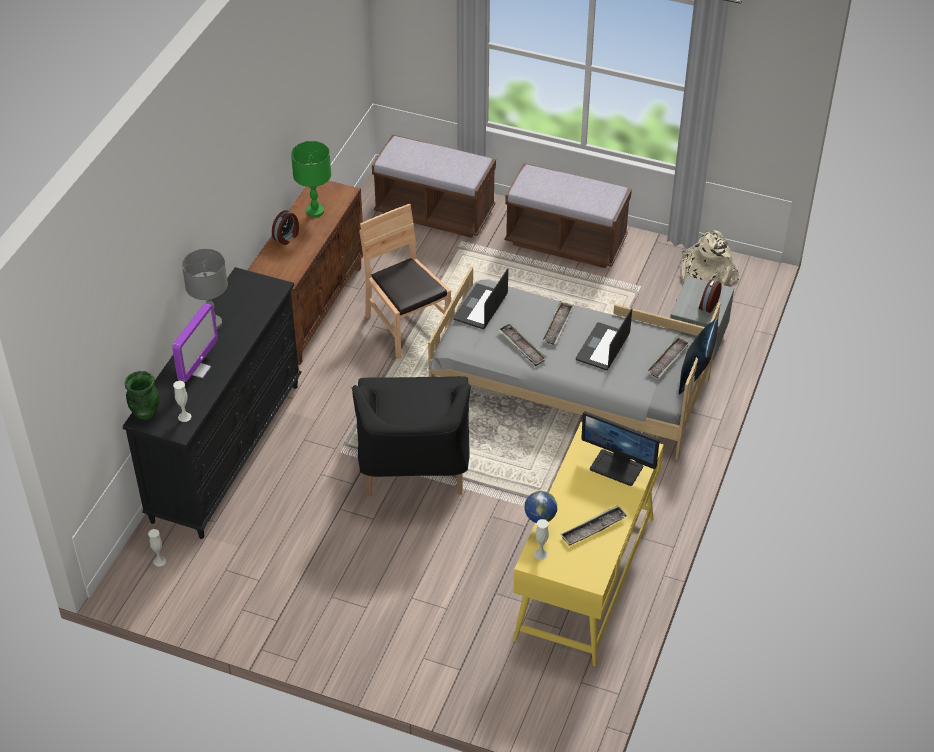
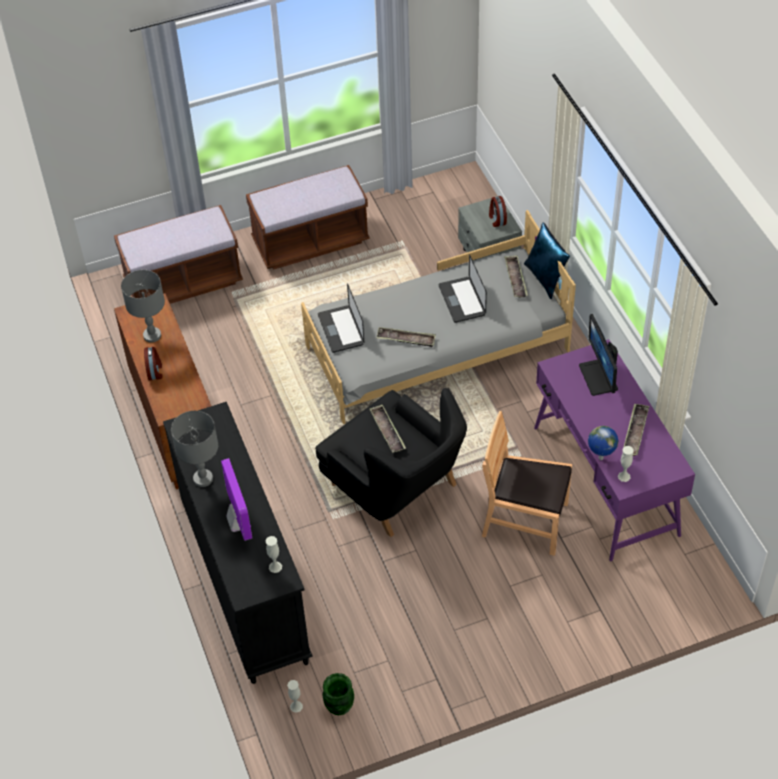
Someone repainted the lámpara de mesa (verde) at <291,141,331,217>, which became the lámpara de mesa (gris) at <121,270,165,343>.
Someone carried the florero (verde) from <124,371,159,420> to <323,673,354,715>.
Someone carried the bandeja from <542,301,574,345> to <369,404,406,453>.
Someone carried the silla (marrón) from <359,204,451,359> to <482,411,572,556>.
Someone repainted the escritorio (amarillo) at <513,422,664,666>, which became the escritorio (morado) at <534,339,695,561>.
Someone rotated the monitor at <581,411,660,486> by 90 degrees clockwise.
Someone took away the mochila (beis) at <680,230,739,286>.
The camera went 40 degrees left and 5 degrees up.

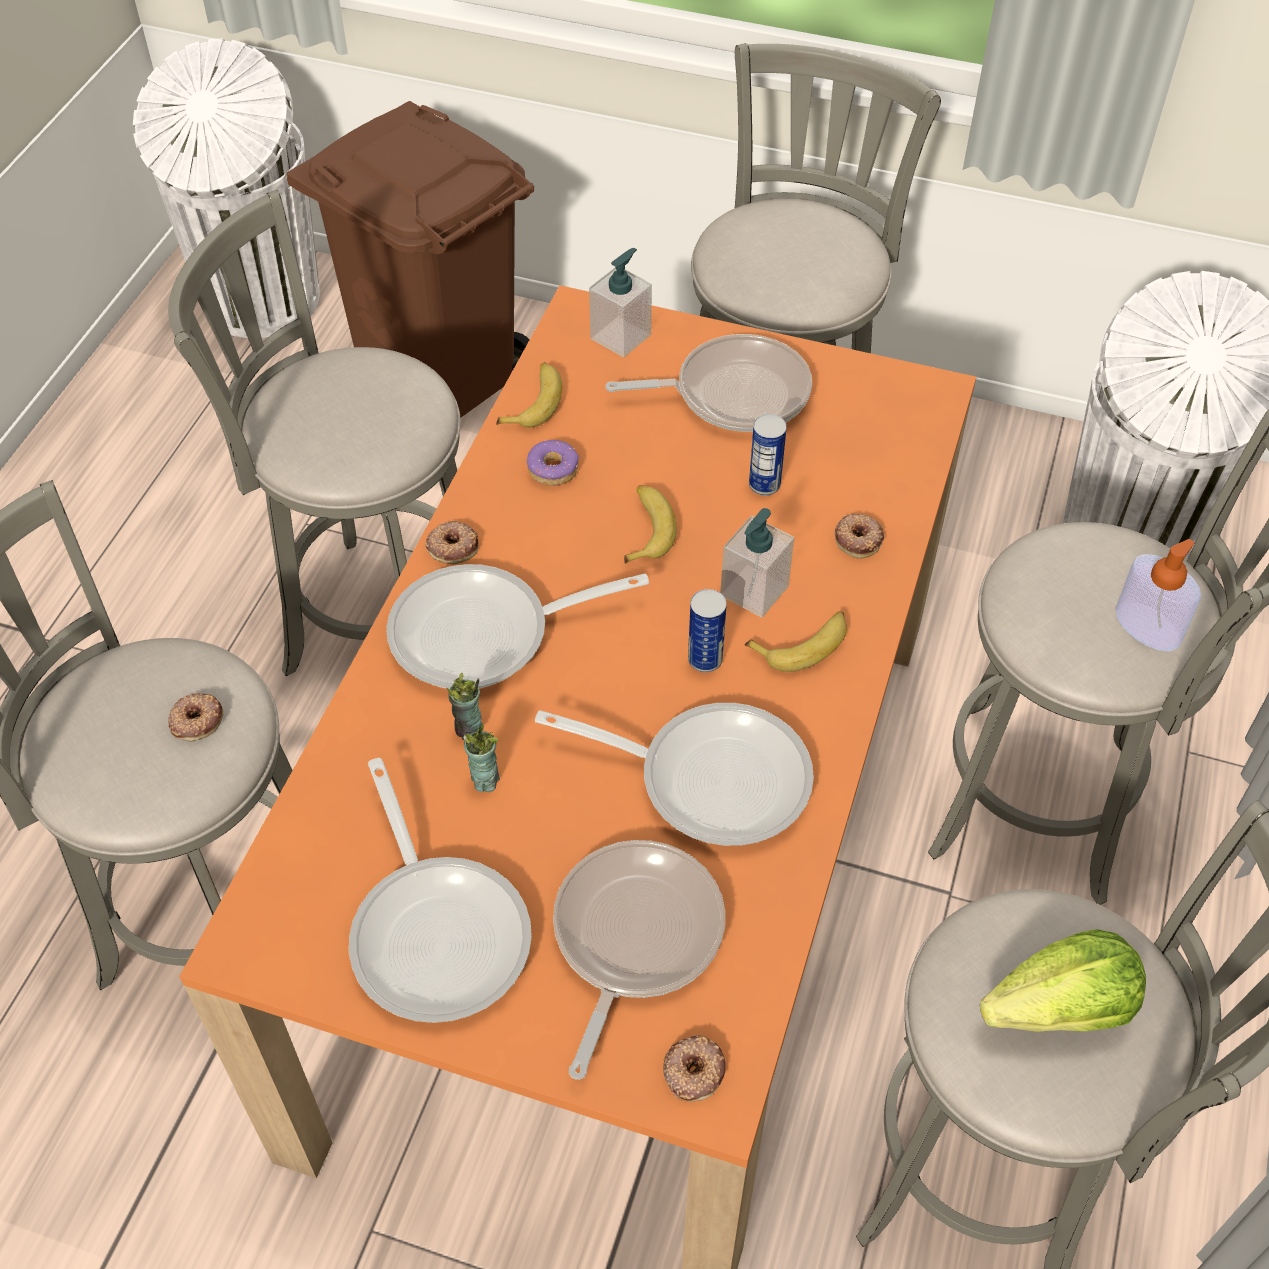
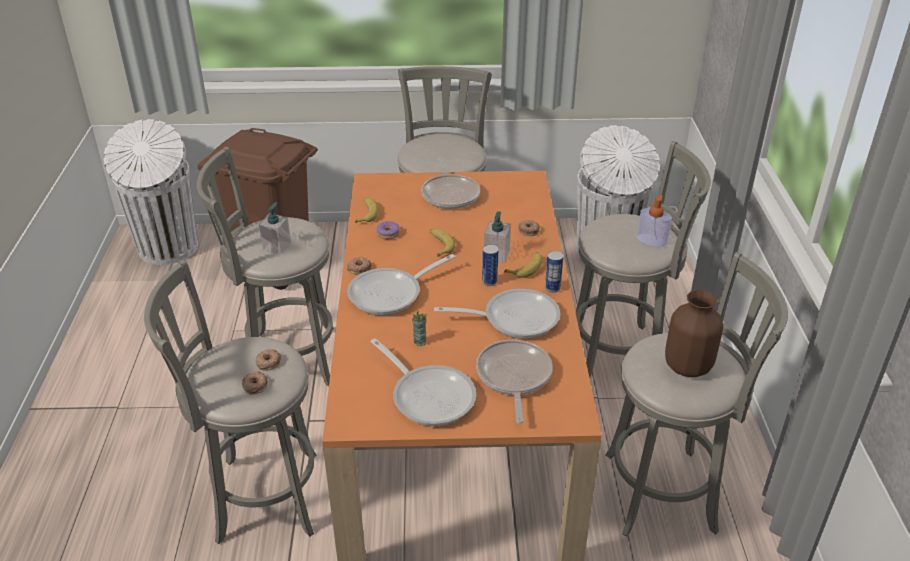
Someone carried the rosquilla from <663,1035,726,1102> to <242,371,268,394>.
Someone carried the dispensador de jabón from <589,248,652,357> to <259,202,291,254>.
Someone rotated the sartén at <605,334,812,432> by 105 degrees clockwise.
Someone carried the lata from <749,414,787,496> to <545,251,563,293>.
Someone swapped the lechuga at <980,929,1146,1032> for the florero (marrón) at <665,290,723,377>.
Someone took away the taza at <447,673,483,740>.
The camera went 20 degrees left and 15 degrees down.

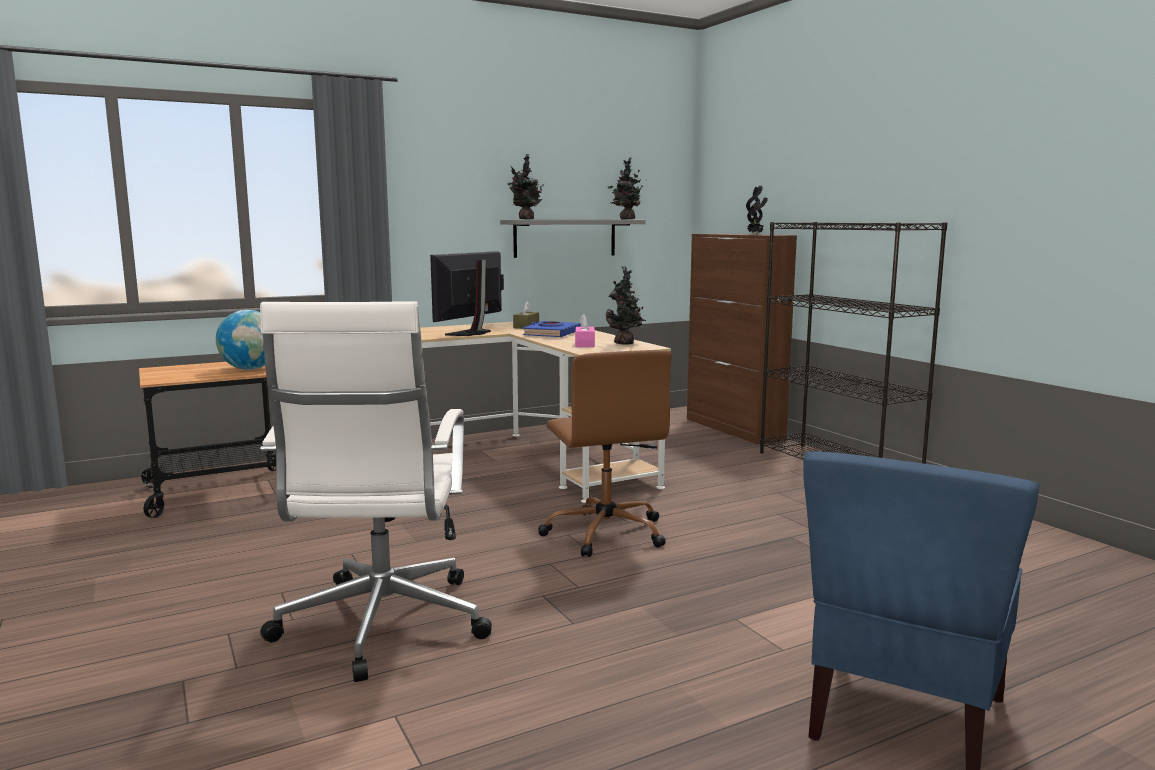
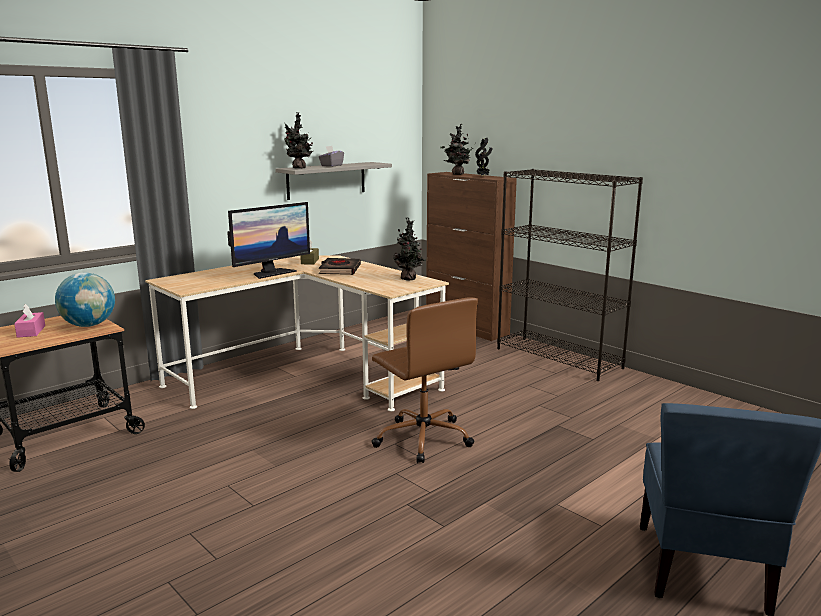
Someone carried the caja de pañuelos (rosa) from <575,314,595,347> to <14,304,45,338>.
Someone rotated the monitor at <430,251,504,336> by 150 degrees counterclockwise.
Someone put down the caja de pañuelos (gris) at <318,146,344,167>.
Someone repainted the libro (azul) at <523,321,581,337>, which became the libro (negro) at <319,258,361,275>.
Someone carried the planta en maceta from <608,158,647,220> to <440,124,473,175>.
Someone took away the silla de oficina (blanco) at <260,301,492,682>.
The camera went 15 degrees left and 5 degrees up.

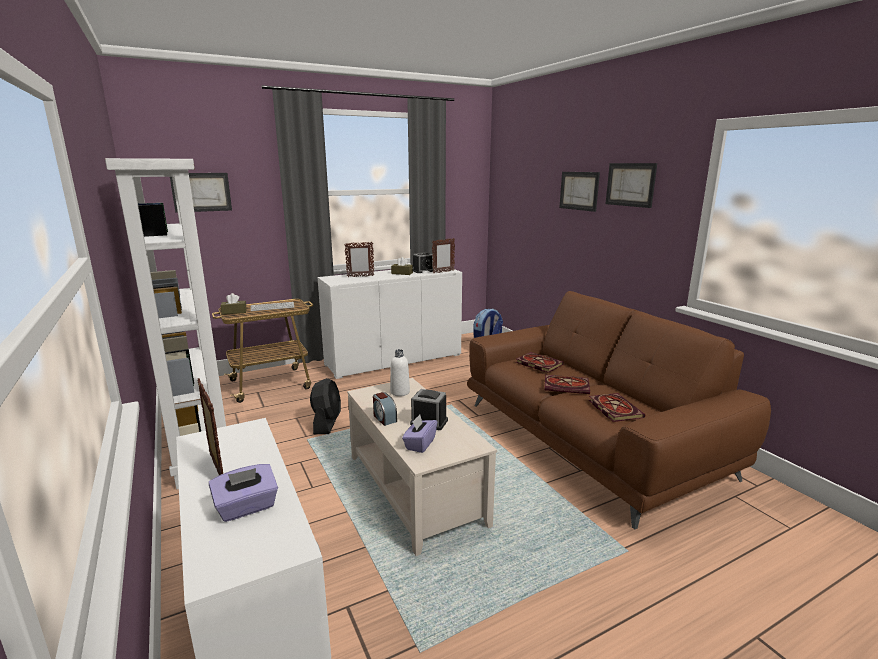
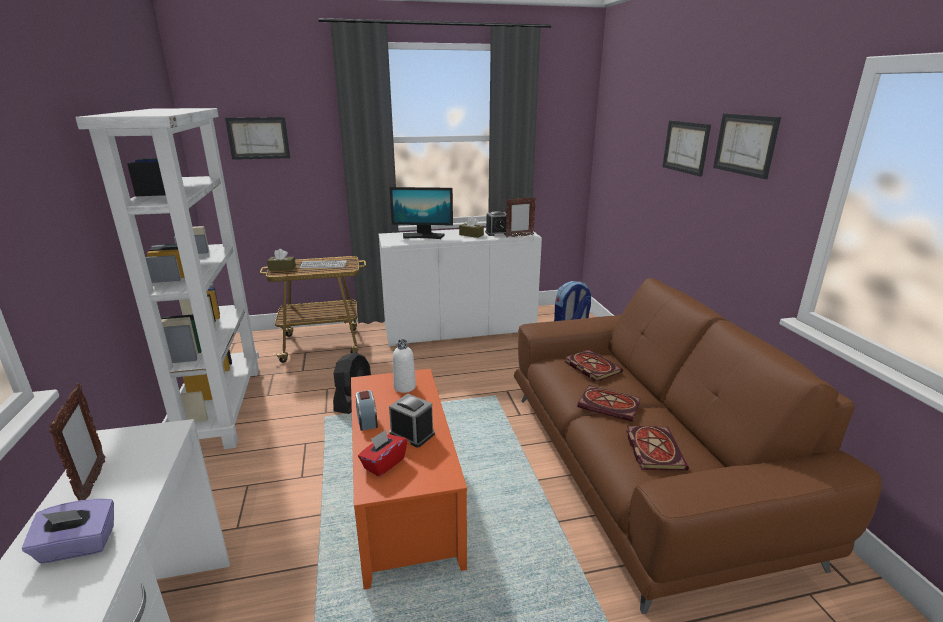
Someone repainted the mesa de centro (beis) at <347,378,497,556>, which became the mesa de centro (naranja) at <351,369,467,590>.
Someone repainted the caja de pañuelos (morado) at <402,415,437,453>, which became the caja de pañuelos (rojo) at <358,430,407,477>.
Someone swapped the portarretratos at <344,242,374,277> for the monitor at <390,187,453,239>.
The camera went 15 degrees right and 5 degrees up.

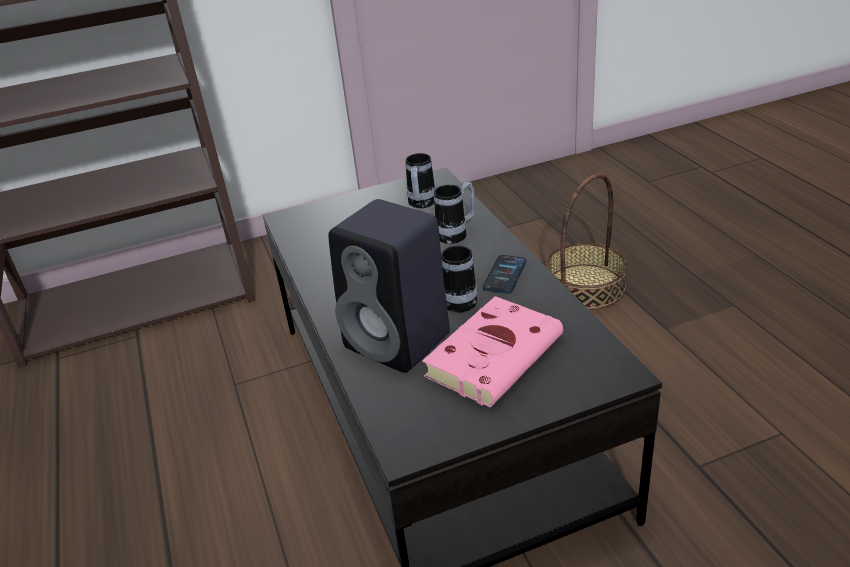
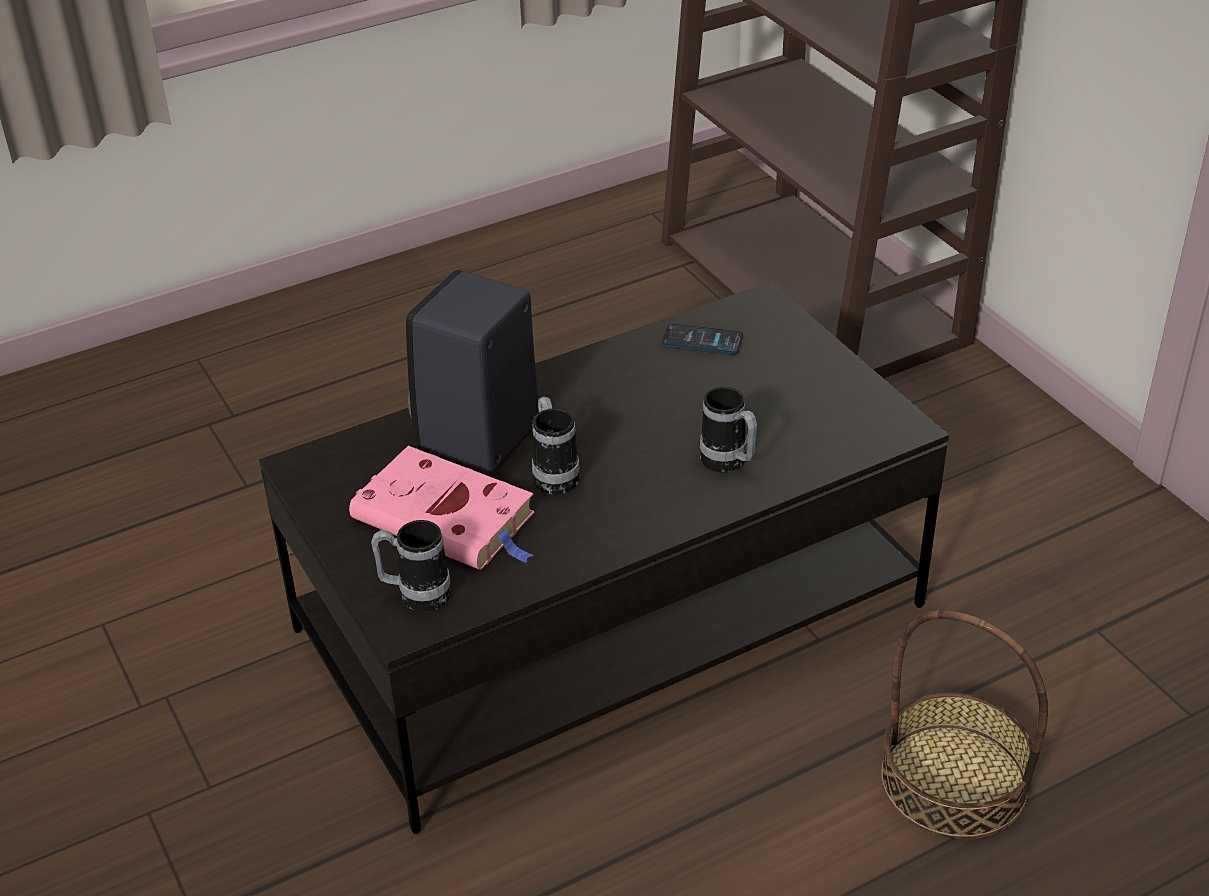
Someone carried the taza grande from <405,153,436,208> to <371,520,451,612>.
Someone carried the móvil from <483,255,526,294> to <662,324,743,355>.
The camera went 80 degrees right and 5 degrees up.

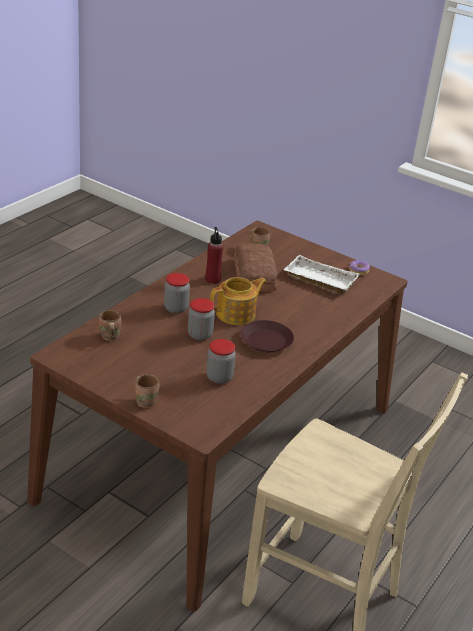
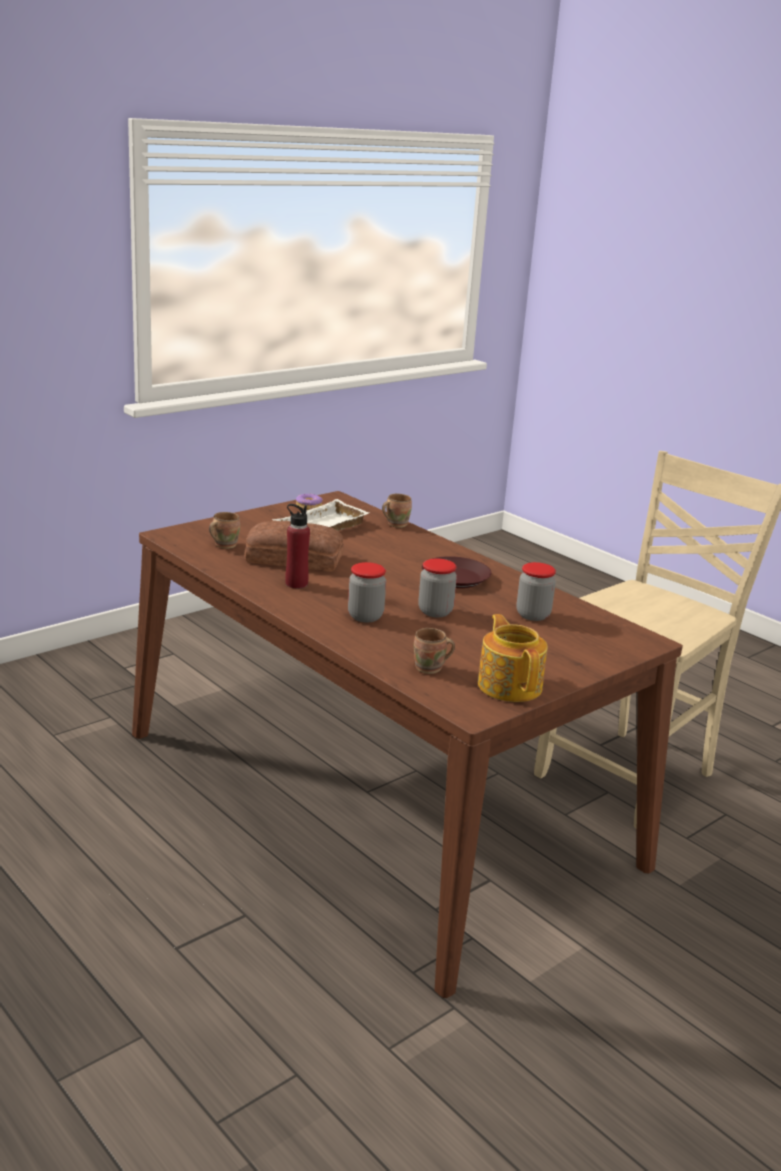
Someone carried the taza grande (marrón) from <135,374,159,408> to <382,494,412,528>.
Someone carried the tetera from <210,277,267,325> to <478,614,548,702>.
The camera went 75 degrees left and 10 degrees down.

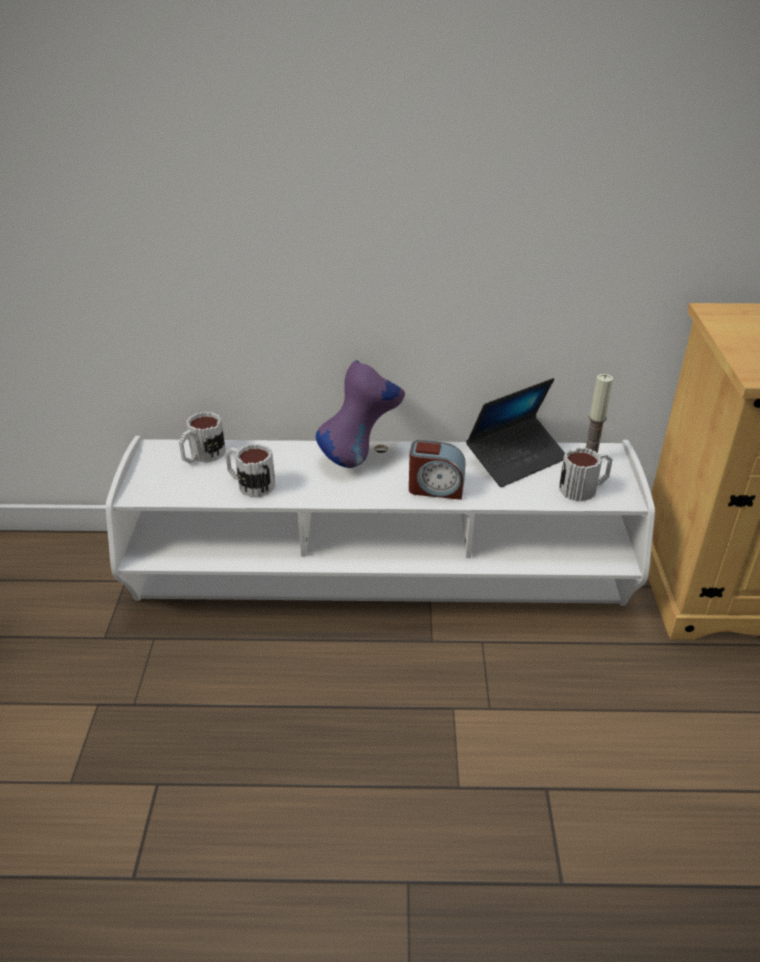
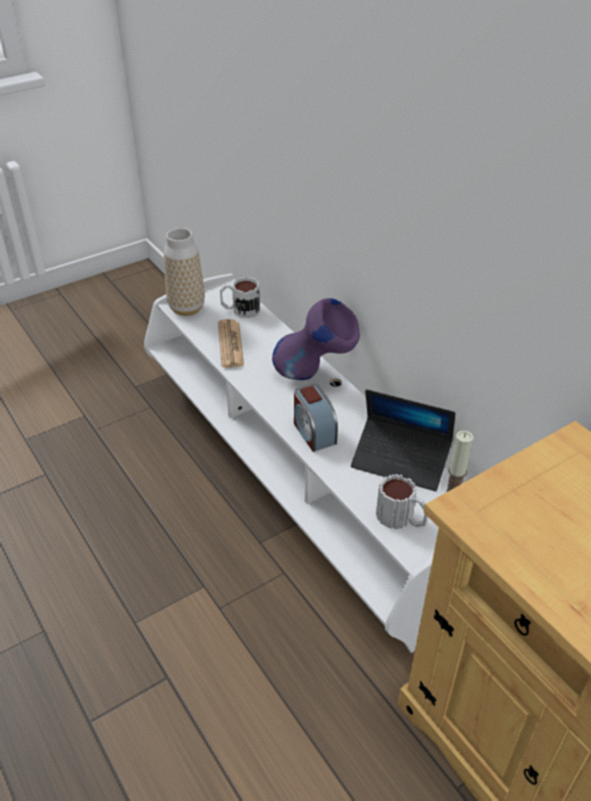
Someone put down the florero at <164,228,205,316>.
Someone swapped the taza grande at <225,444,275,498> for the periódico at <218,319,244,368>.
The camera went 55 degrees right and 5 degrees up.

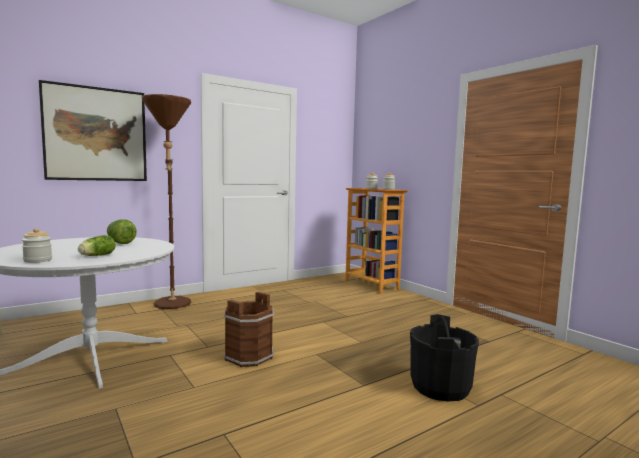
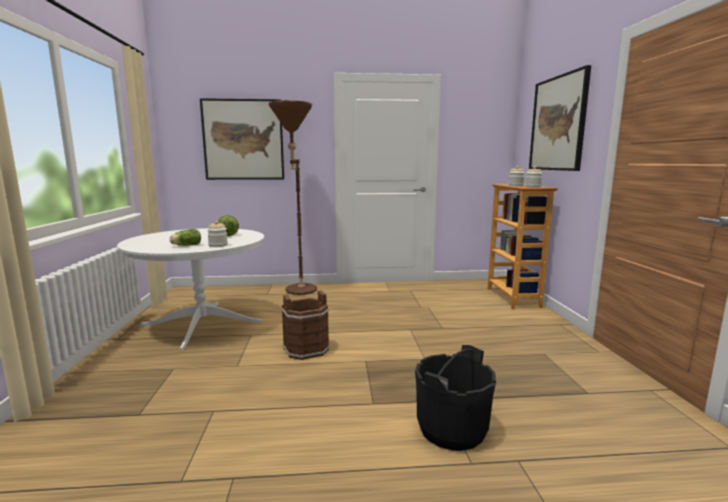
Someone carried the tarro from <22,228,52,263> to <207,221,228,247>.
Someone put up the cuadro at <529,65,591,171>.
The camera went 30 degrees right and 5 degrees up.

